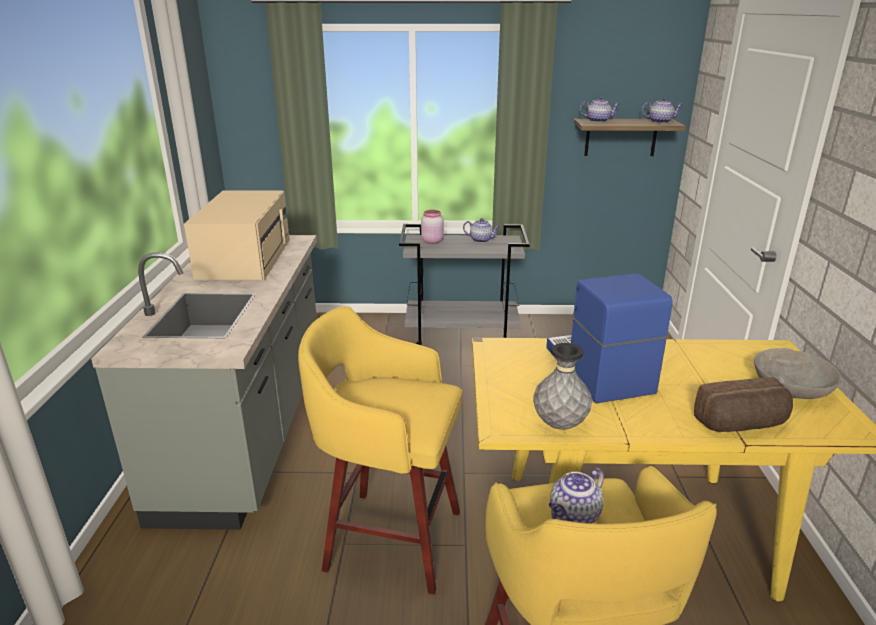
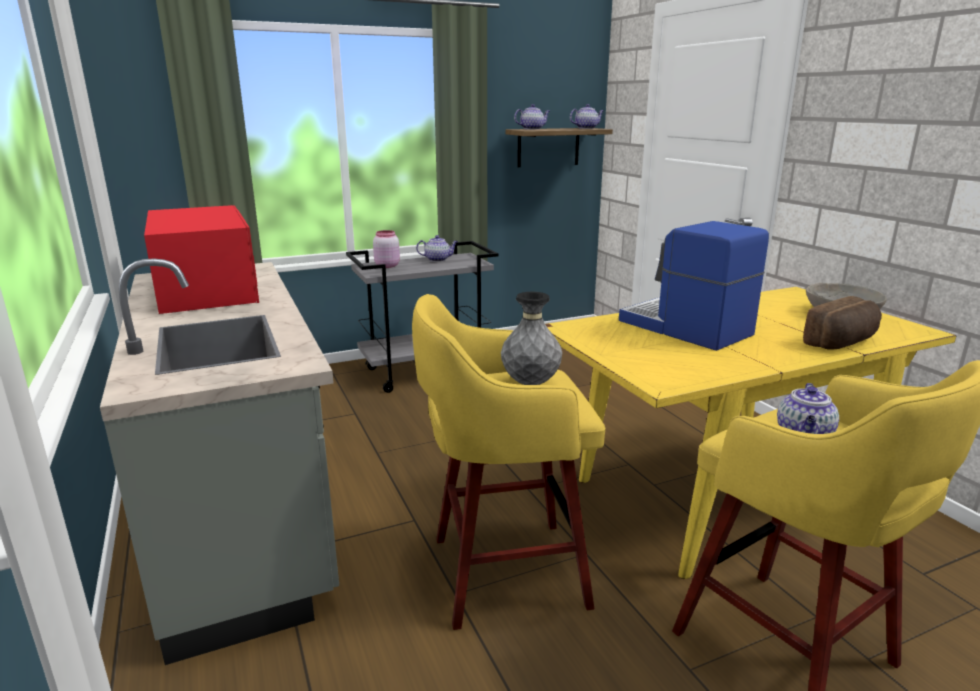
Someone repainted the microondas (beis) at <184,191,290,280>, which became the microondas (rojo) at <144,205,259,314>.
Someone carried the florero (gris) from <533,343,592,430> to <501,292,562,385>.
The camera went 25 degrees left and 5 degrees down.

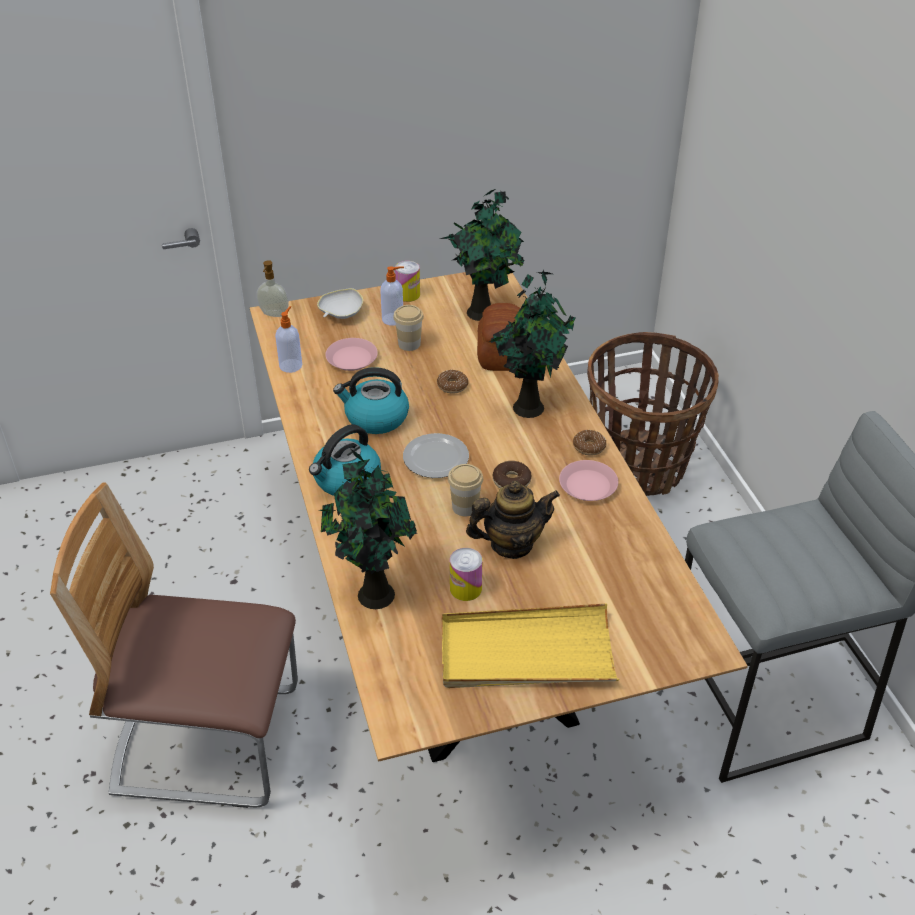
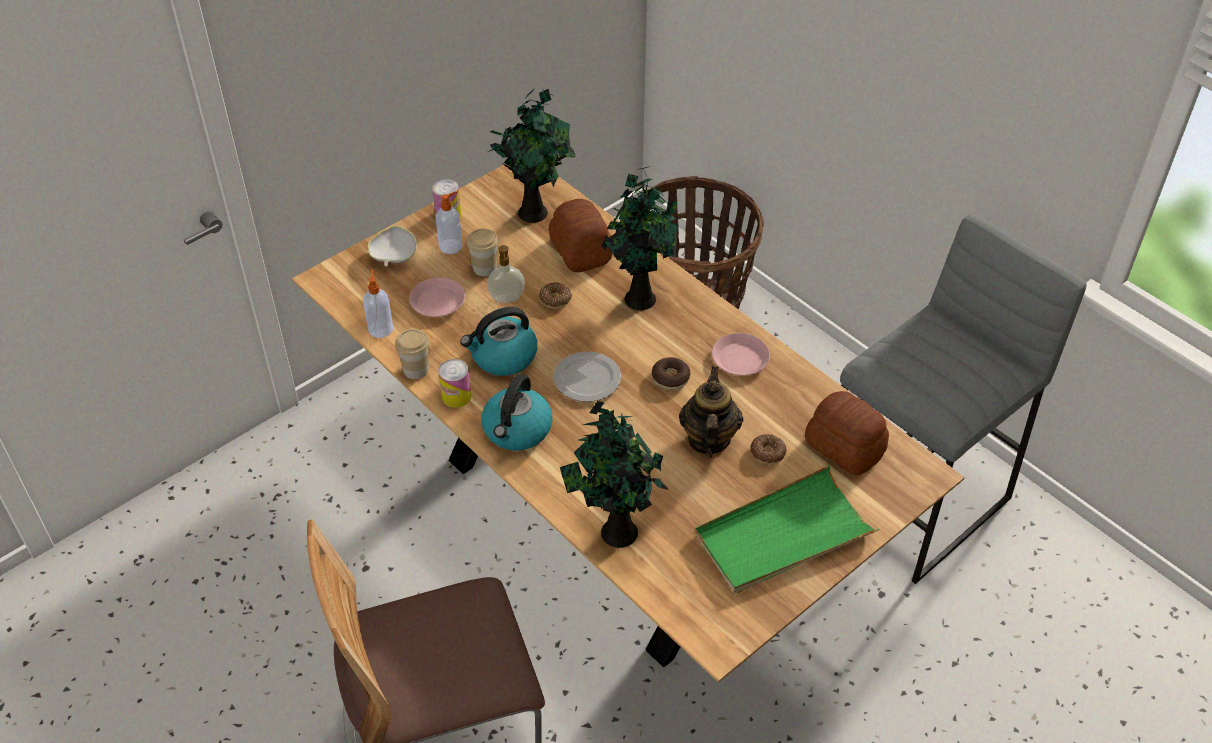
Someone carried the taza from <448,464,483,516> to <395,329,430,379>.
Someone carried the lata from <450,548,482,601> to <438,359,471,408>.
Someone carried the dispensador de jabón from <256,260,289,317> to <487,245,525,303>.
Someone rotated the tetera at <466,481,560,559> by 45 degrees counterclockwise.
Someone repainted the bandeja (amarillo) at <442,603,619,688>, which became the bandeja (verde) at <695,465,879,593>.
Someone carried the rosquilla from <573,430,606,456> to <750,434,787,465>.
Someone put down the pan at <805,391,889,475>.
The camera went 25 degrees left and 5 degrees up.

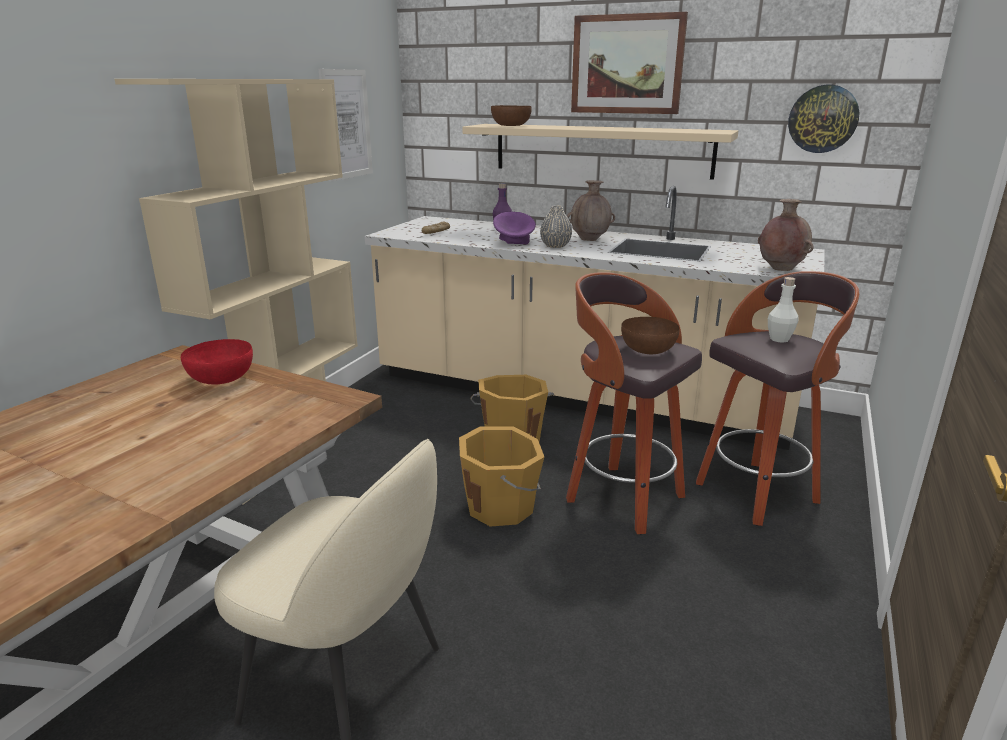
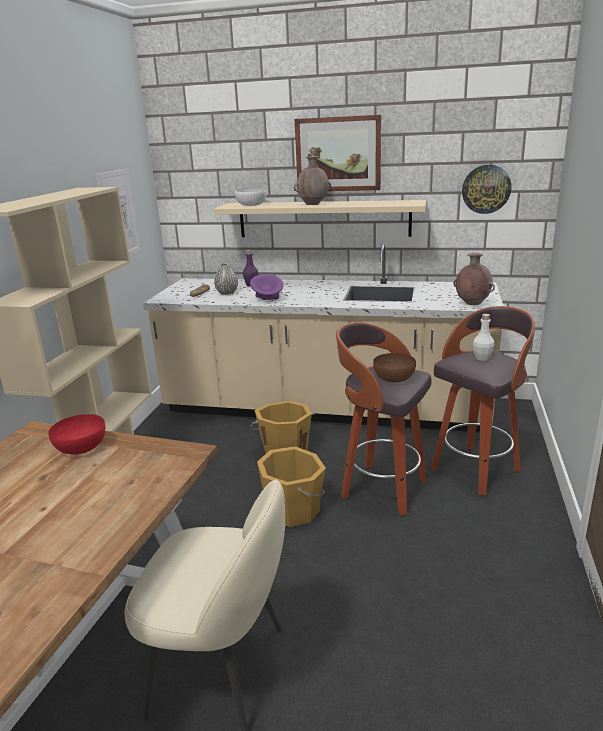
Someone carried the florero (gris) from <540,205,572,248> to <214,263,238,295>.
Someone repainted the cuenco (marrón) at <491,105,532,126>, which became the cuenco (blanco) at <235,188,267,206>.
Someone carried the florero (marrón) from <567,180,615,241> to <294,156,331,205>.
The camera went 10 degrees left and 0 degrees up.

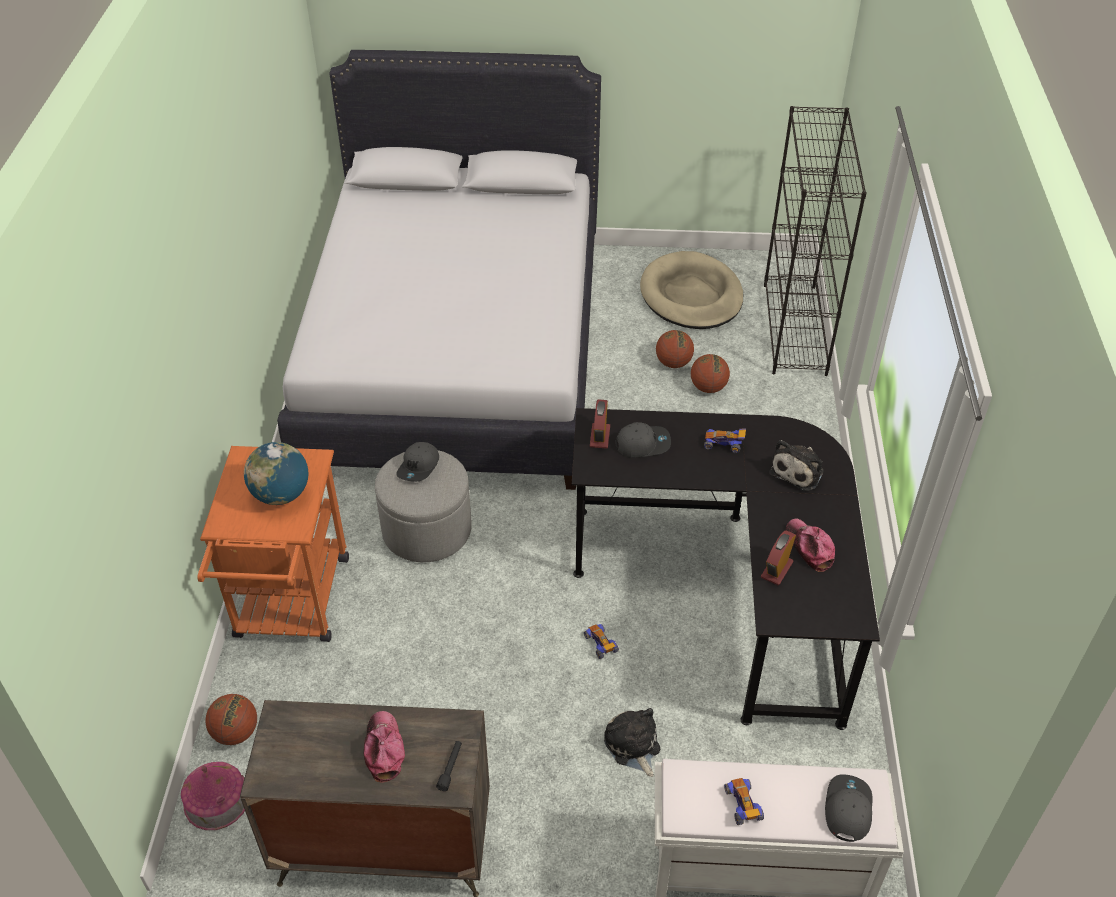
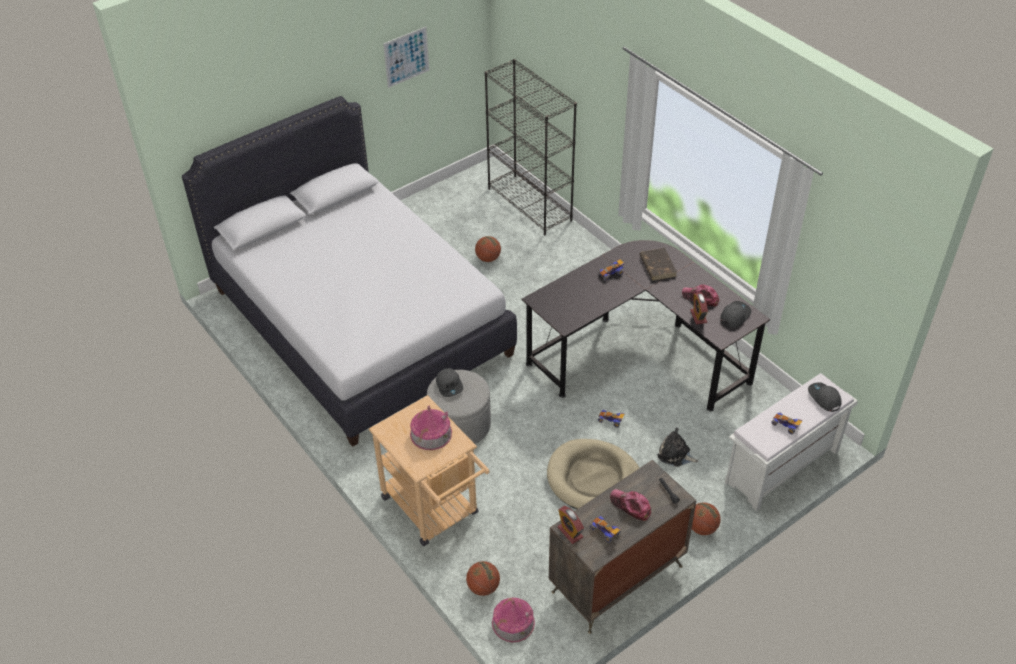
Someone repainted the carrito (naranja) at <198,446,349,642>, which became the carrito (beis) at <369,395,490,546>.
Someone put up the cuadro at <383,27,430,88>.
Someone swapped the globo terráqueo at <244,442,308,505> for the casita at <410,406,452,450>.
Someone carried the cama para perro (beis) from <640,251,743,329> to <547,439,639,509>.
Someone carried the despertador from <590,399,610,449> to <558,506,584,544>.
Someone put down the coche de juguete at <590,516,621,543>.
Someone swapped the peluche at <769,440,824,491> for the libro (marrón) at <640,248,677,281>.
Someone carried the balón de baloncesto from <691,354,730,393> to <692,503,720,535>.
Someone carried the gorra (gris) from <615,422,671,458> to <720,301,751,327>.
The camera went 40 degrees left and 0 degrees up.

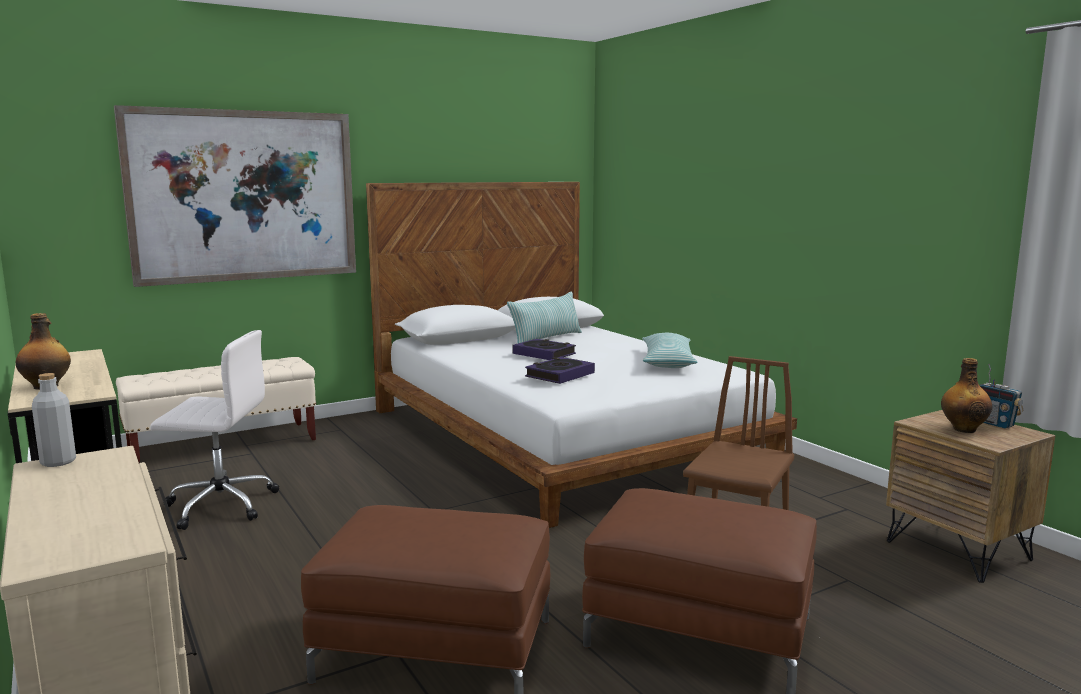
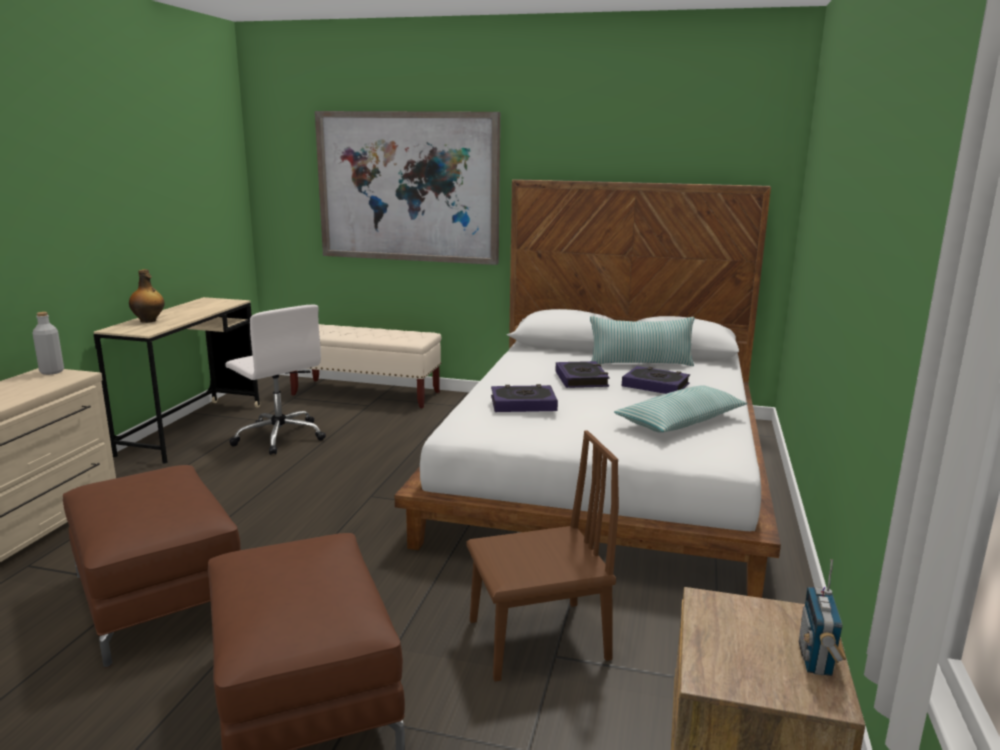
Someone put down the libro at <622,366,690,394>.
Someone took away the botella at <941,358,992,433>.
The camera went 45 degrees right and 5 degrees up.

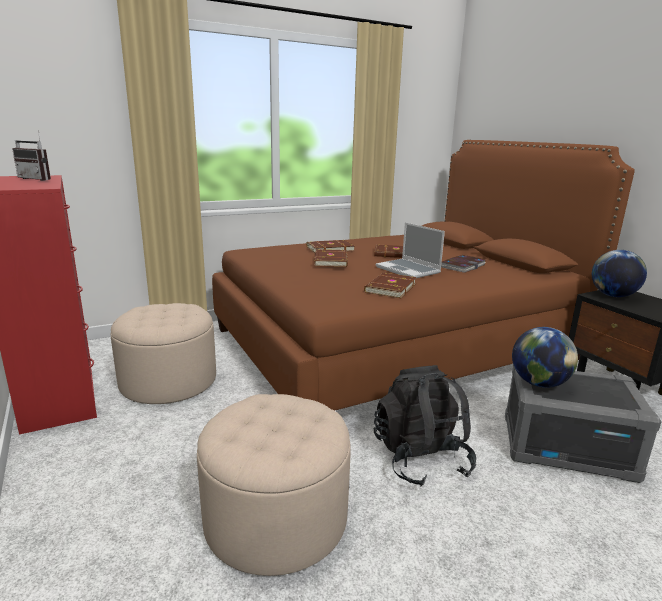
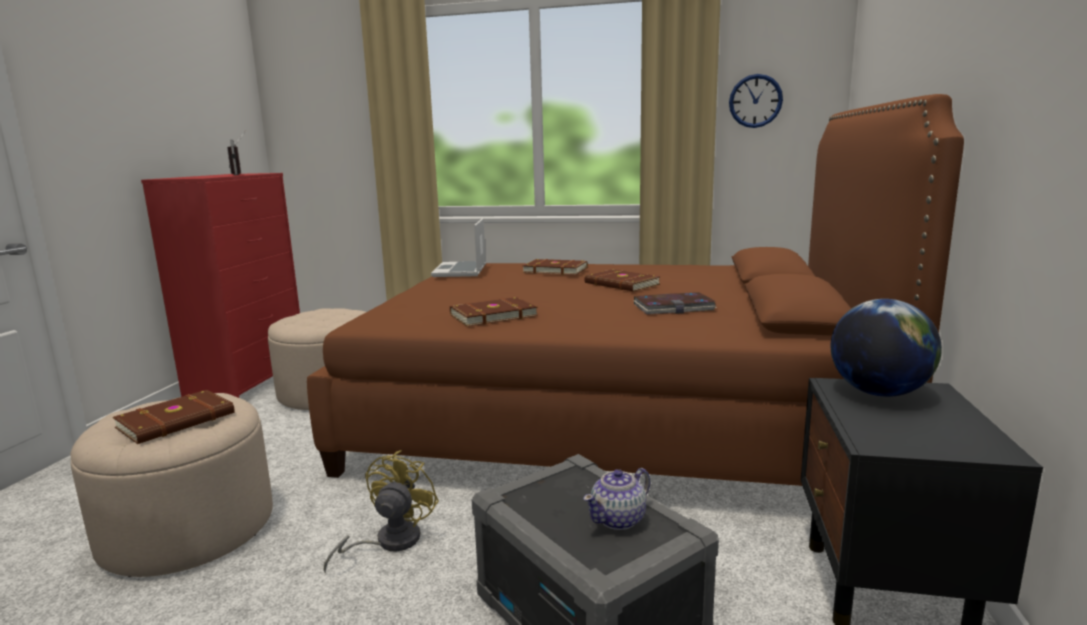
Someone carried the libro (marrón) from <314,249,348,267> to <113,390,235,444>.
Someone swapped the mochila (negro) at <374,365,476,487> for the ventilador (amarillo) at <323,450,439,573>.
Someone carried the portátil from <376,222,445,278> to <431,218,486,277>.
Someone put down the tetera at <583,468,650,530>.
Someone put up the reloj de pared at <729,74,783,128>.
Someone took away the globo terráqueo at <512,327,578,388>.
The camera went 40 degrees right and 5 degrees down.

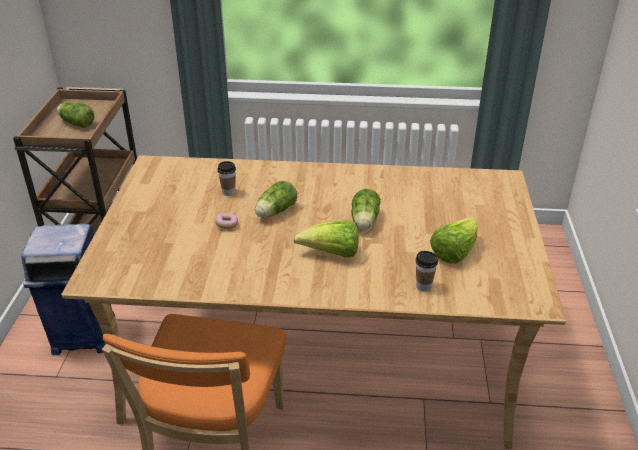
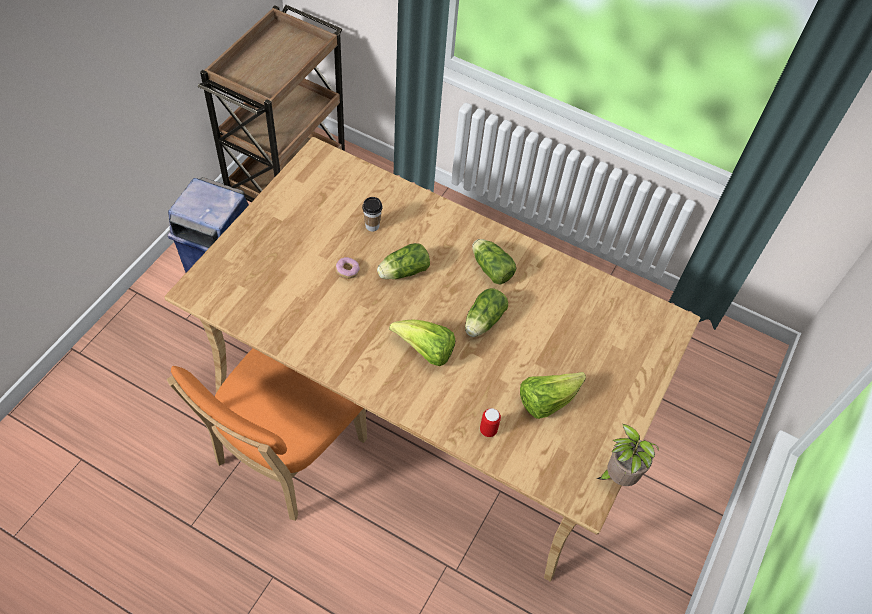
Someone carried the lechuga from <57,102,94,128> to <472,239,516,284>.
Someone swapped the taza at <416,251,438,291> for the lata at <480,408,501,437>.
Someone put down the planta en maceta at <597,424,659,486>.
The camera went 20 degrees right and 20 degrees up.

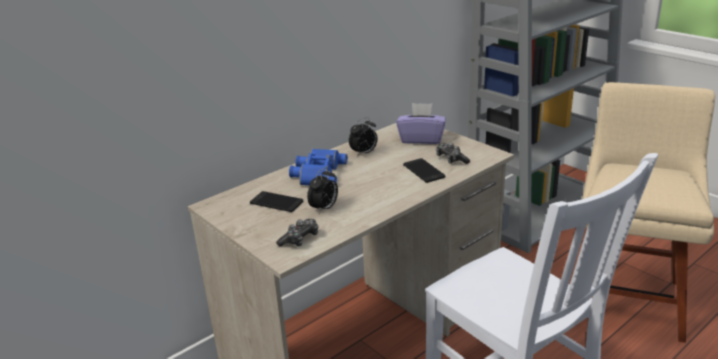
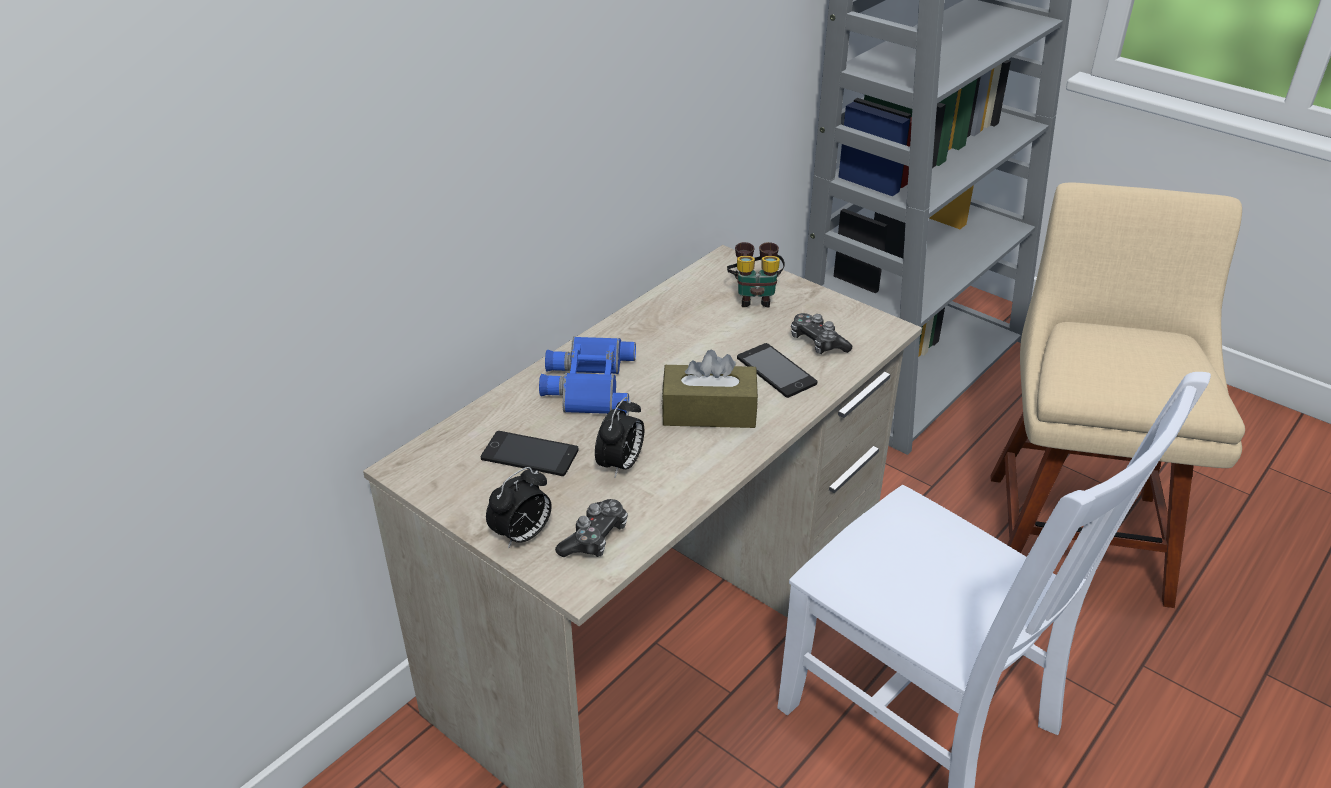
Someone carried the despertador from <349,117,378,157> to <486,467,552,549>.
Someone put down the caja de pañuelos (marrón) at <661,350,758,428>.
Someone swapped the caja de pañuelos (morado) at <396,103,446,144> for the prismáticos at <727,242,785,307>.
The camera went 10 degrees left and 10 degrees up.

